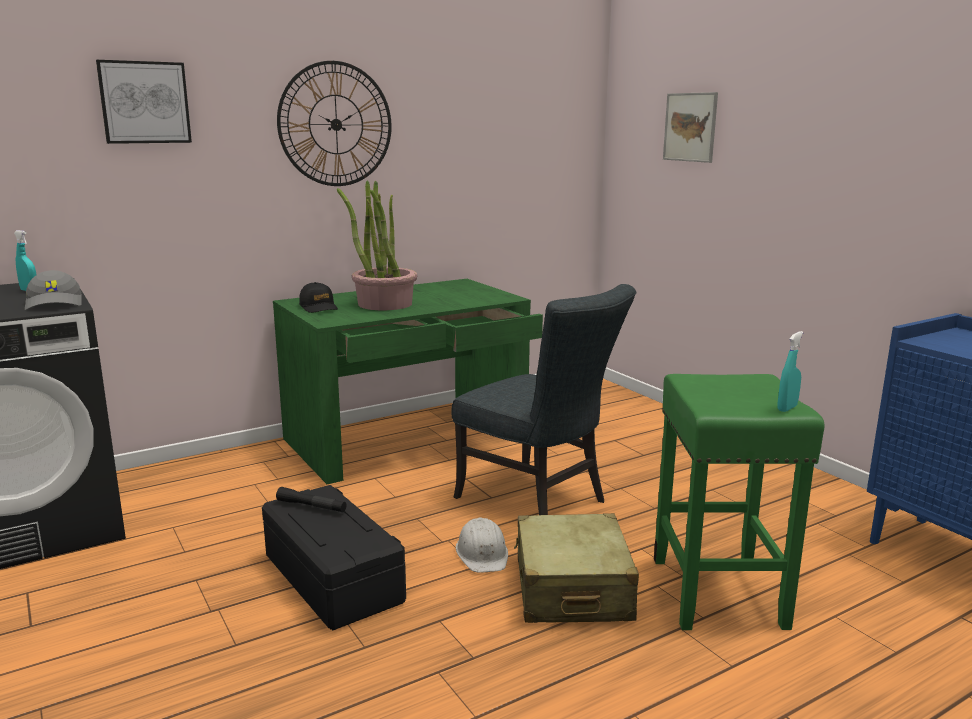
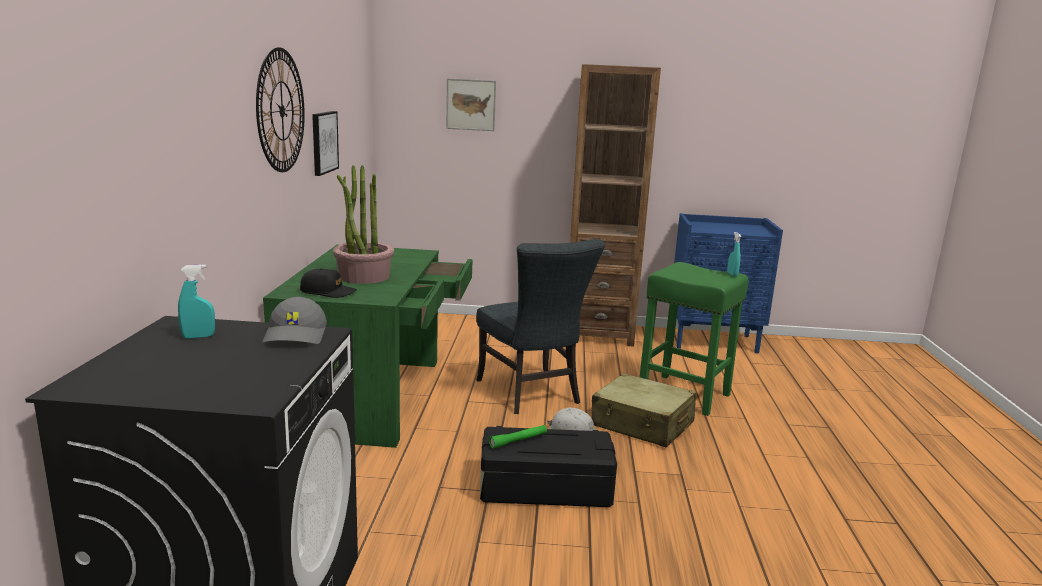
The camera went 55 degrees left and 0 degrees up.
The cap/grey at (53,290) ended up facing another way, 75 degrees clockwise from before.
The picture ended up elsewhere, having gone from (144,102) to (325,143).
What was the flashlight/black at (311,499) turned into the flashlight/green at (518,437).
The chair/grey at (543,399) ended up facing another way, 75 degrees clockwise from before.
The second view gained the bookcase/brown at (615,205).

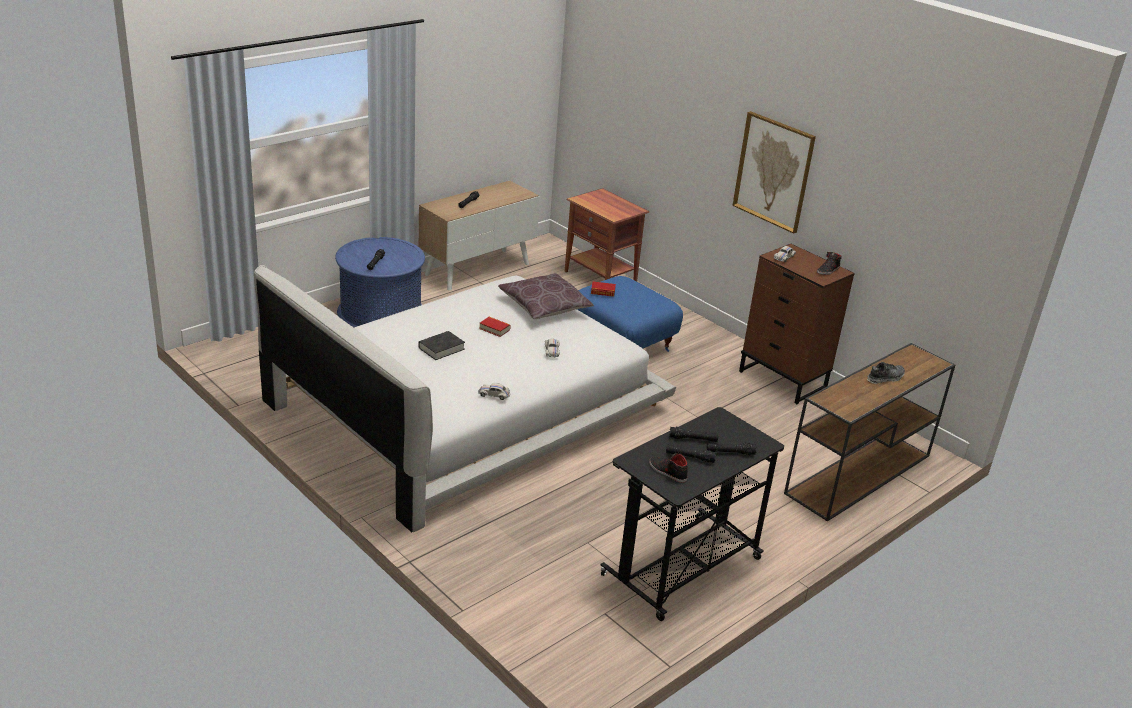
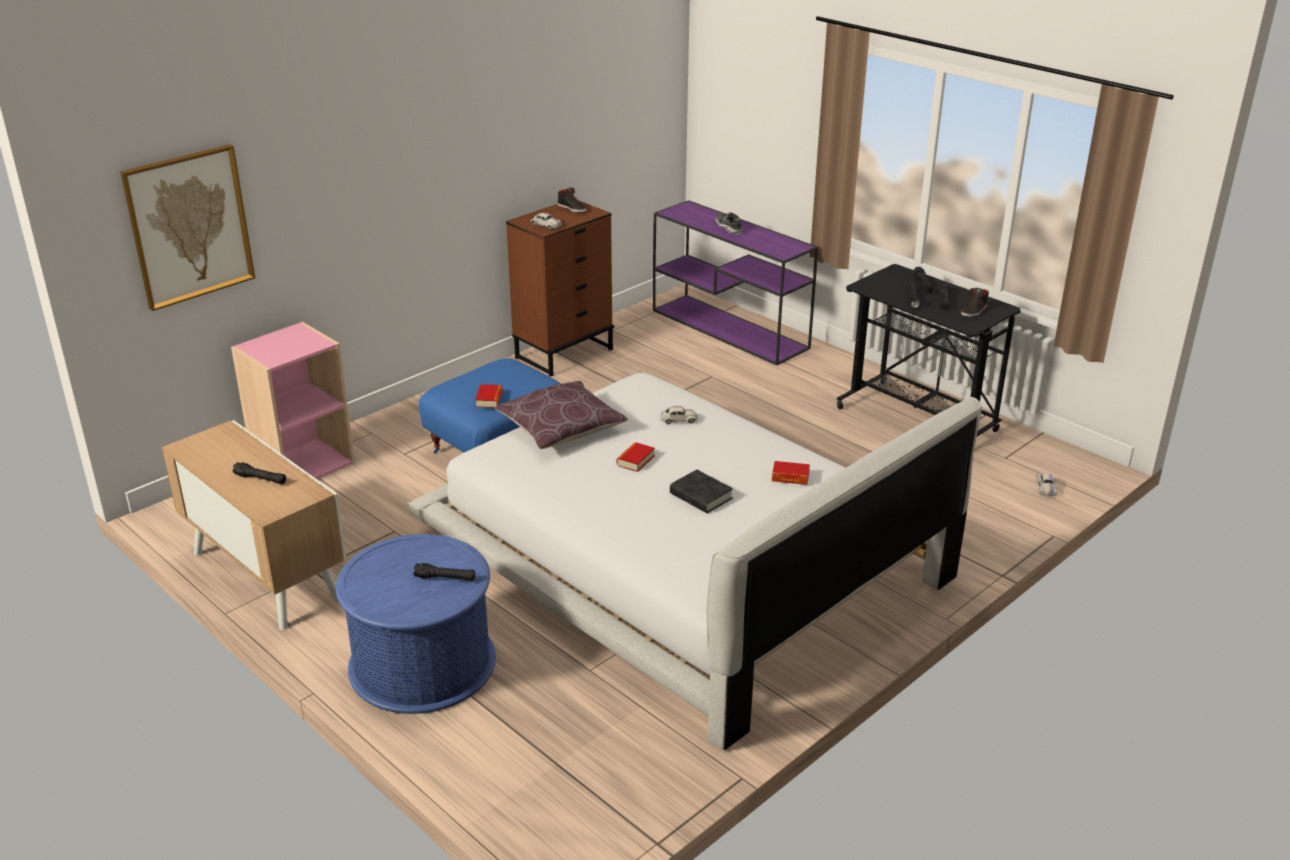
The camera went 90 degrees left and 0 degrees up.
The toy car/white ended up elsewhere, having gone from (494,391) to (1046,484).
Where the nightstand stood at (606,234), the bookcase/pink came to stand at (293,400).
The picture ended up elsewhere, having gone from (774,172) to (187,227).
What was the console table/brown at (869,432) turned into the console table/purple at (735,283).
The second view gained the book at (791,473).

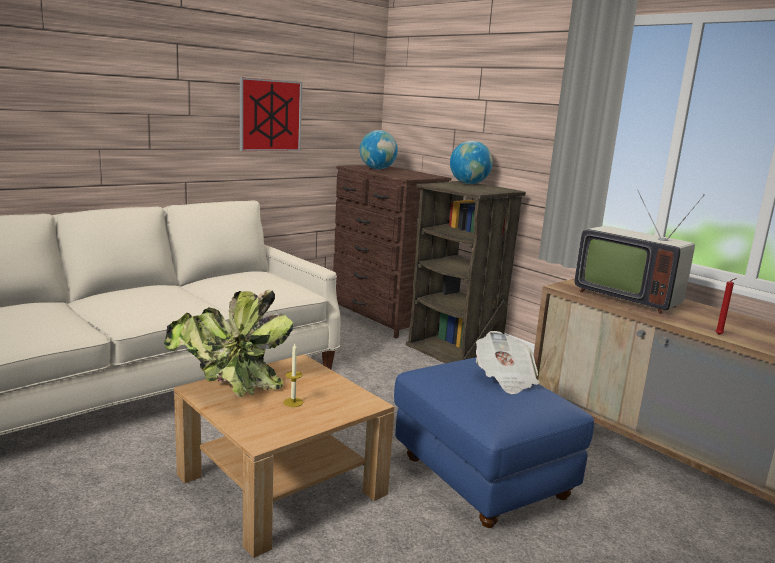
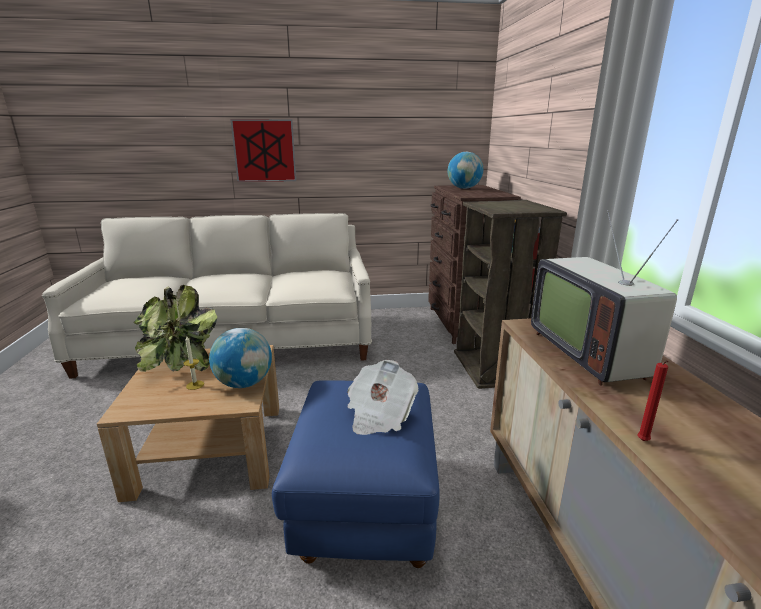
The camera went 35 degrees right and 5 degrees up.
The picture ended up elsewhere, having gone from (271,114) to (263,150).
The globe ended up elsewhere, having gone from (471,162) to (240,358).

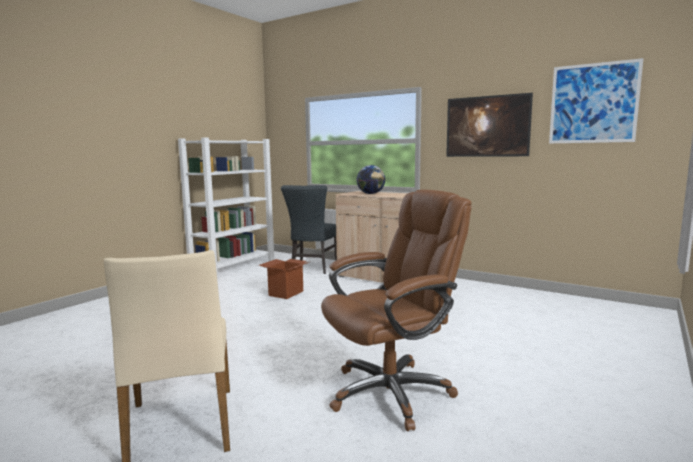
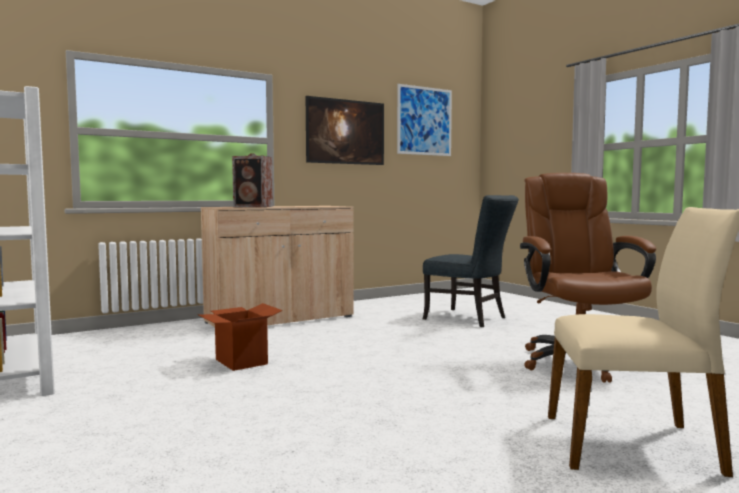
The camera went 65 degrees left and 5 degrees down.
The chair/grey ended up elsewhere, having gone from (309,229) to (471,261).
Where the globe stood at (371,179), the speaker came to stand at (252,180).

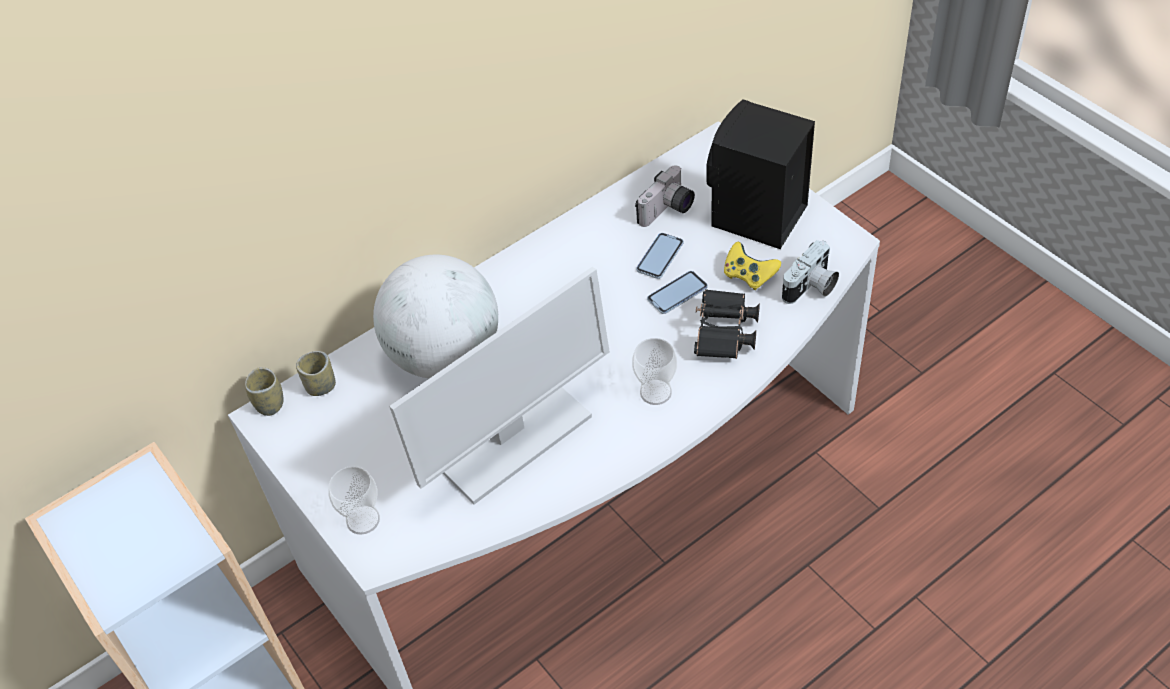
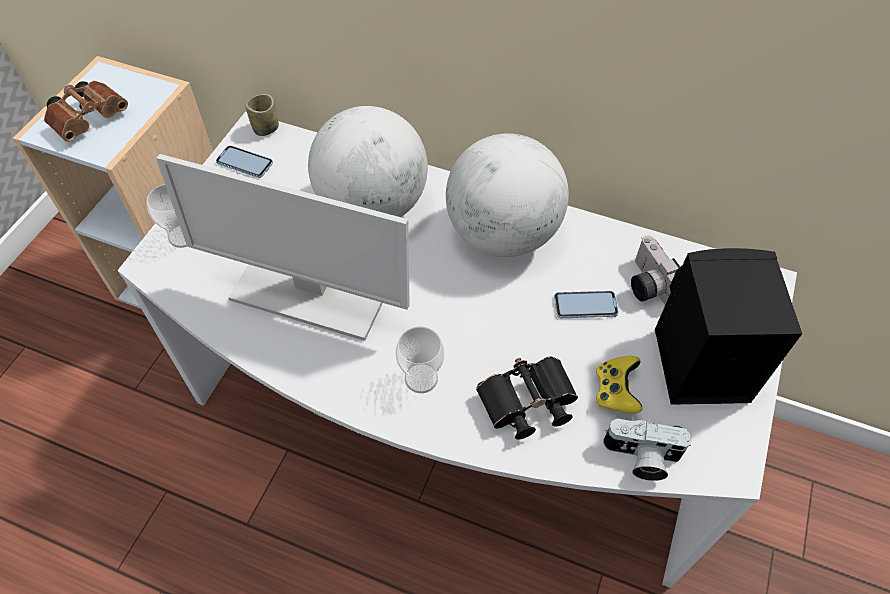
The camera went 55 degrees right and 5 degrees up.
The second view lost the cup at (316,373).
The photo camera at (665,196) ended up facing another way, 60 degrees clockwise from before.
The phone ended up elsewhere, having gone from (677,292) to (244,161).
The second view gained the binoculars/brown at (86,111).
The second view gained the globe at (507,195).

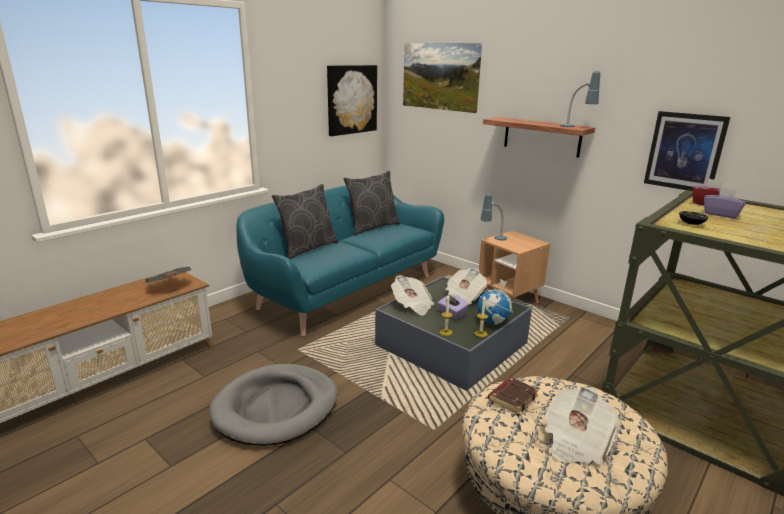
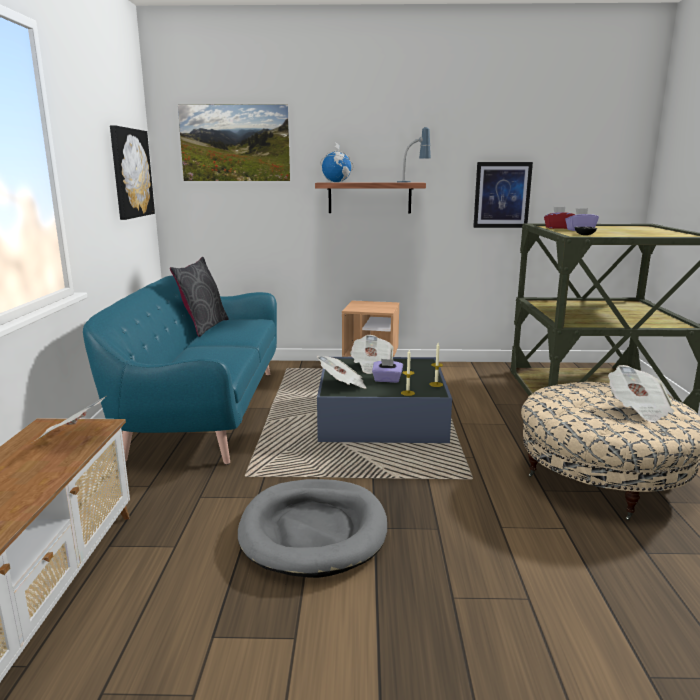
The camera went 40 degrees left and 5 degrees down.
The second view lost the pillow/grey at (305,221).
The globe ended up elsewhere, having gone from (495,302) to (337,162).
The second view lost the table lamp at (494,216).
The second view lost the book/brown at (513,395).

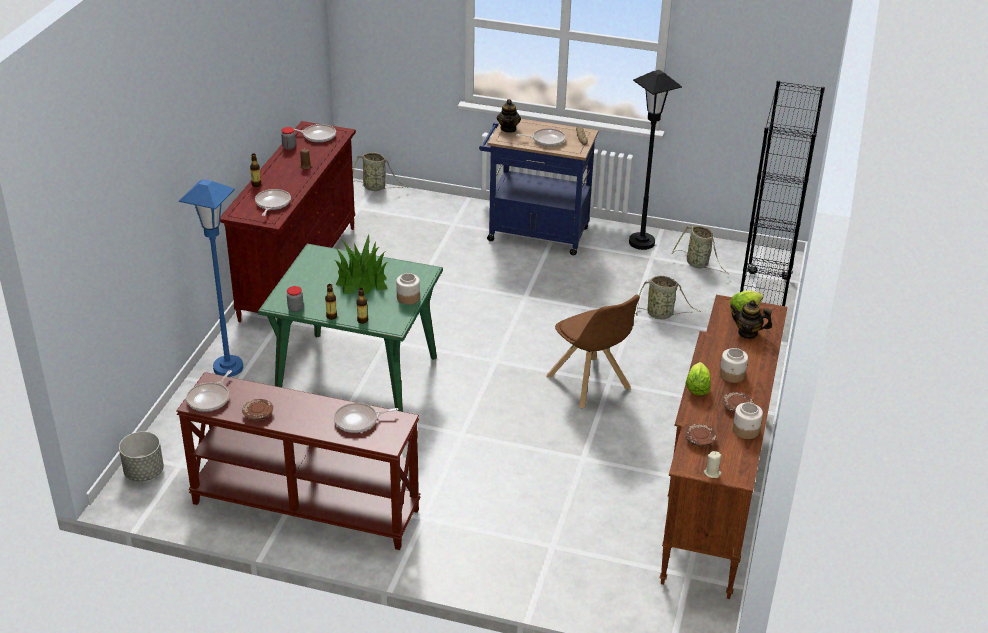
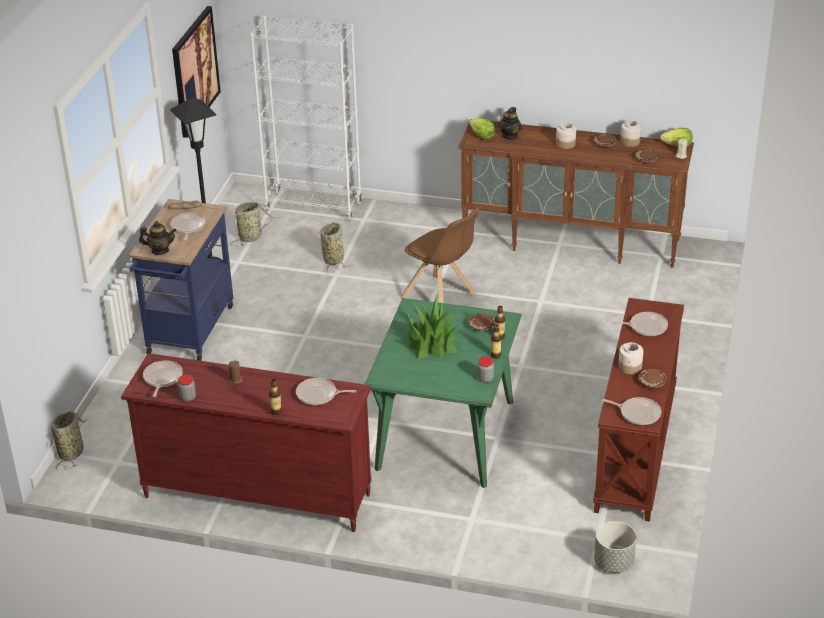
The camera went 90 degrees left and 0 degrees up.
The second view lost the floor lamp/blue at (211,278).
The frying pan at (366,418) ended up facing another way, 75 degrees counterclockwise from before.
The jar ended up elsewhere, having gone from (408,289) to (630,358).
The chair/brown at (593,352) ended up facing another way, 75 degrees clockwise from before.
The lettuce ended up elsewhere, having gone from (698,379) to (676,137).
What was the bookcase/black at (782,193) turned into the bookcase/white at (306,118).
The second view gained the picture at (196,72).
The second view gained the plate/brown at (481,322).

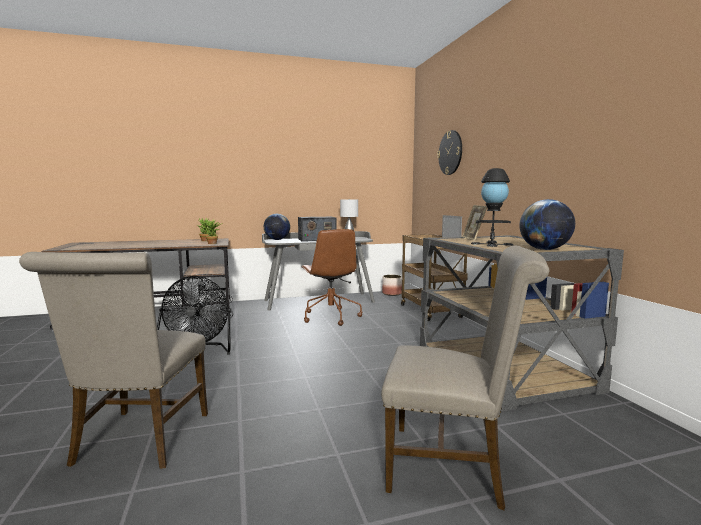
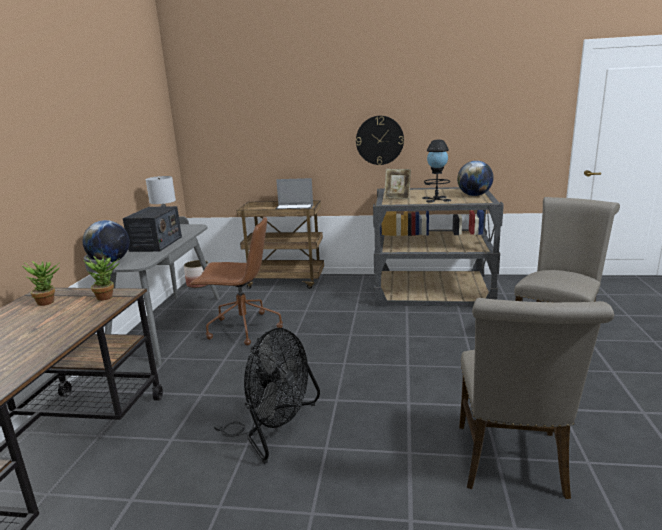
The camera went 65 degrees left and 10 degrees up.
The chair/beige at (113,360) ended up facing another way, 75 degrees clockwise from before.
The wall clock ended up elsewhere, having gone from (449,152) to (380,140).

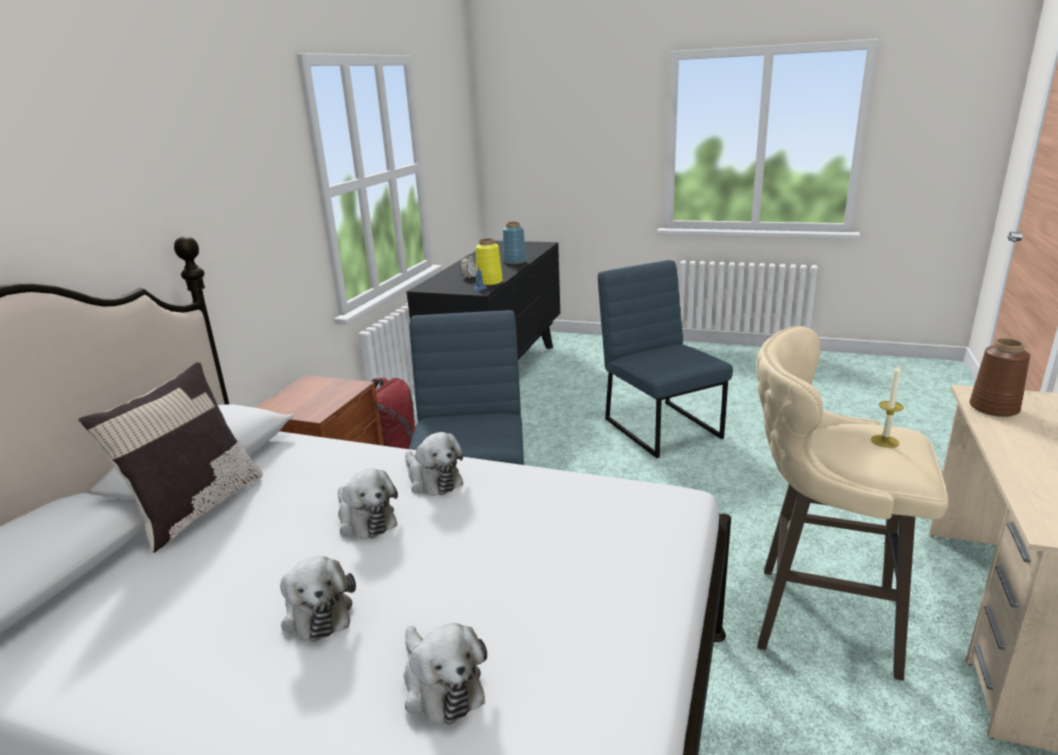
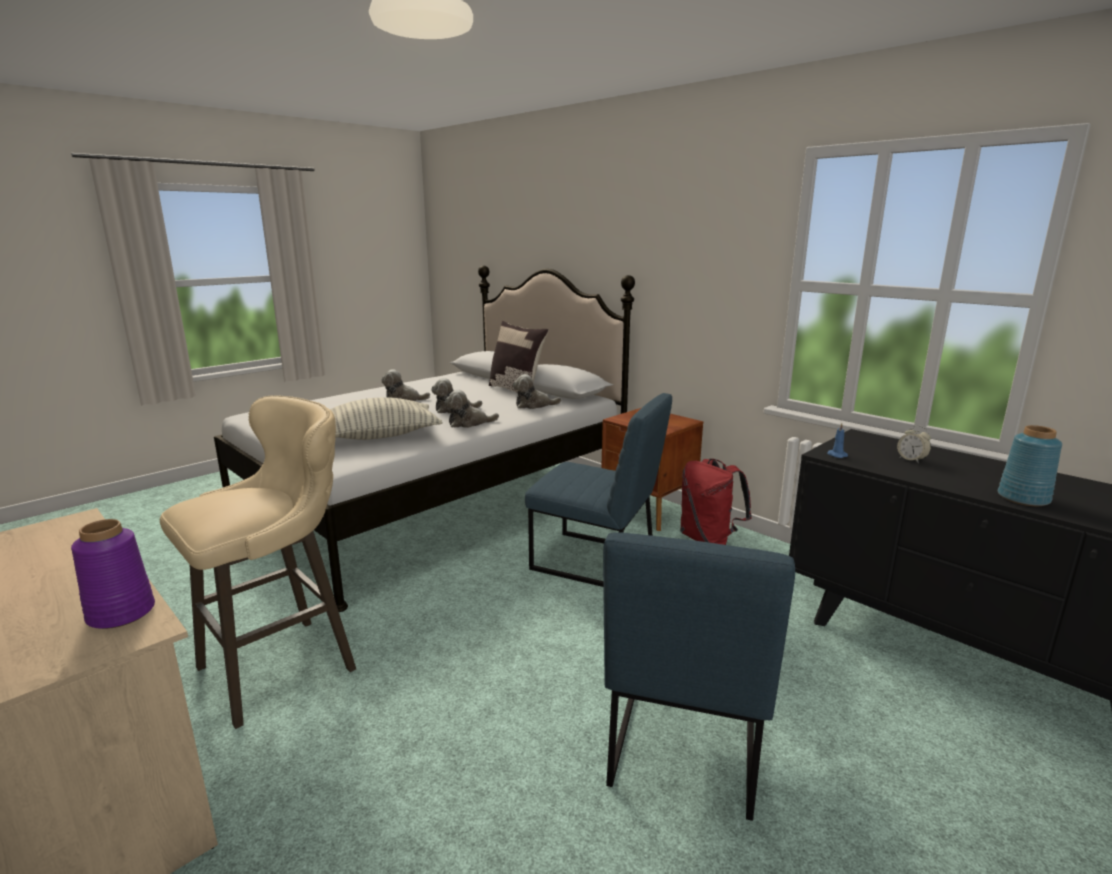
The camera went 115 degrees right and 5 degrees down.
The plush toy ended up elsewhere, having gone from (445,674) to (537,391).
The second view lost the vase/yellow at (489,262).
The chair/blue at (665,359) ended up facing another way, 105 degrees clockwise from before.
The second view lost the candle at (887,406).
What was the vase/brown at (999,377) turned into the vase/purple at (113,574).
The second view gained the pillow at (386,418).

